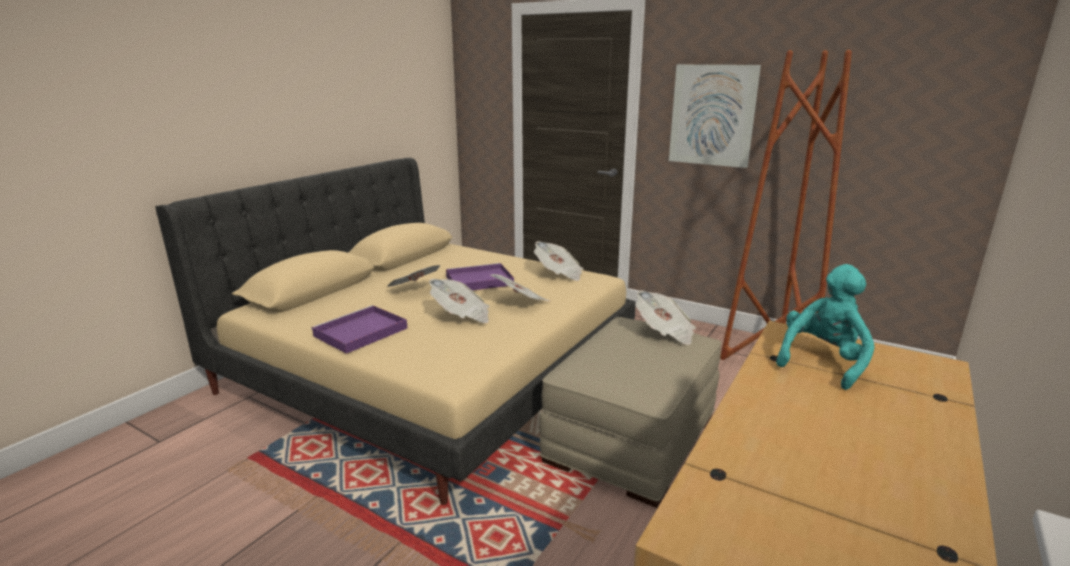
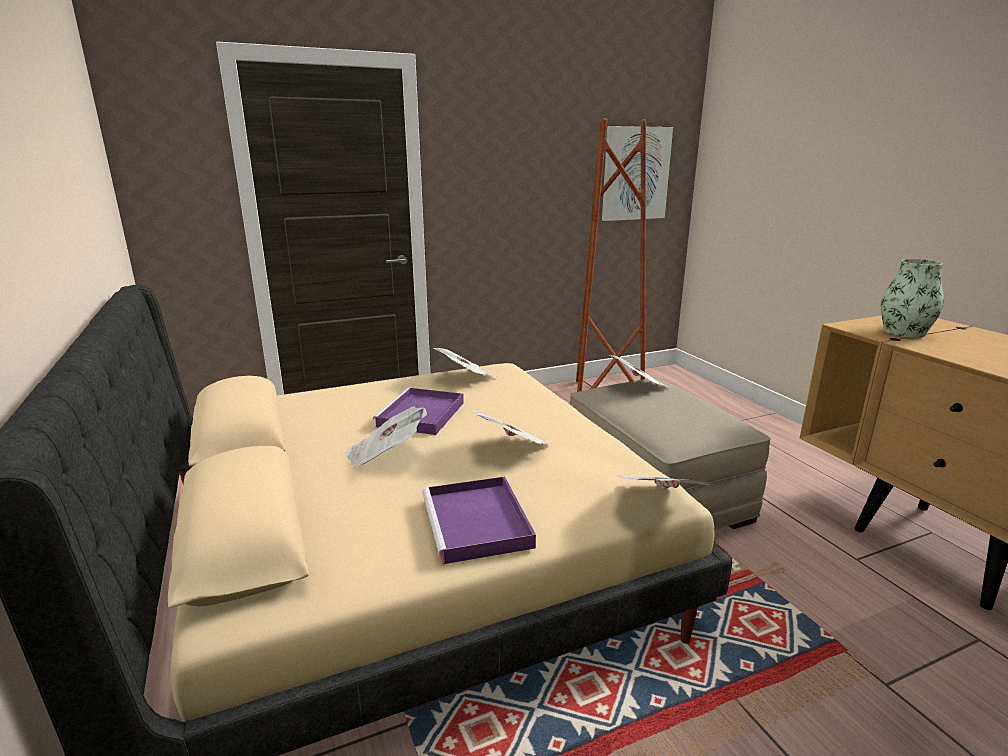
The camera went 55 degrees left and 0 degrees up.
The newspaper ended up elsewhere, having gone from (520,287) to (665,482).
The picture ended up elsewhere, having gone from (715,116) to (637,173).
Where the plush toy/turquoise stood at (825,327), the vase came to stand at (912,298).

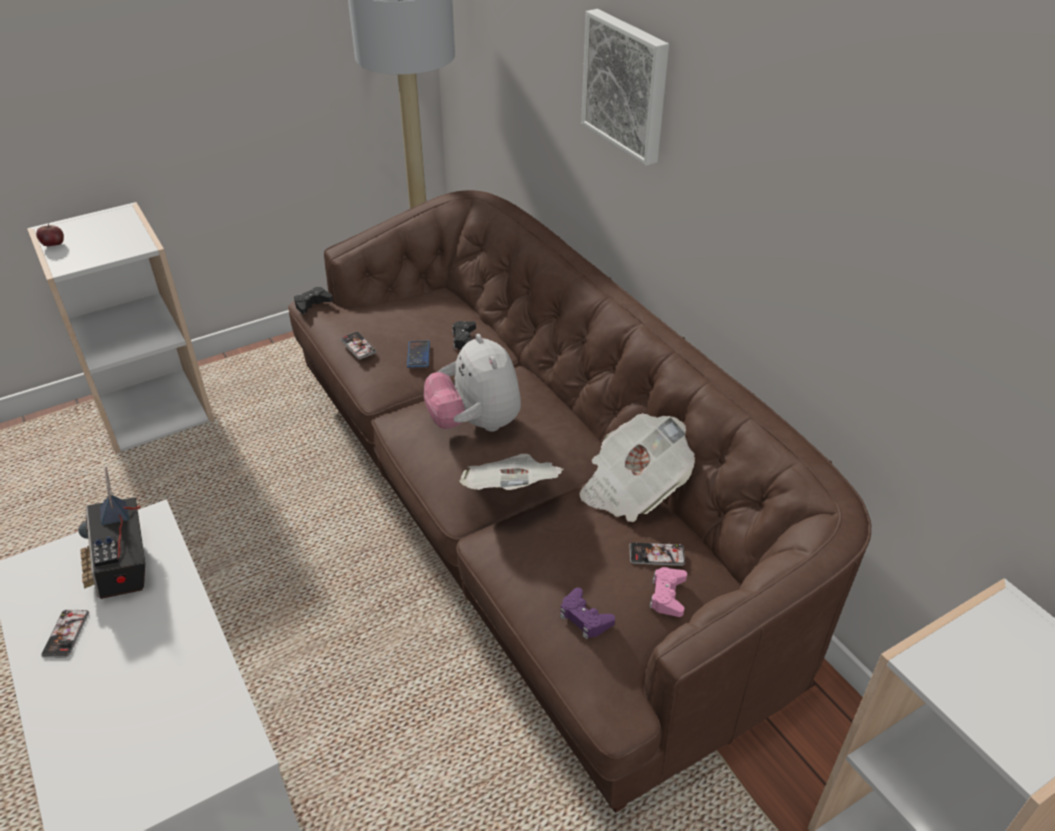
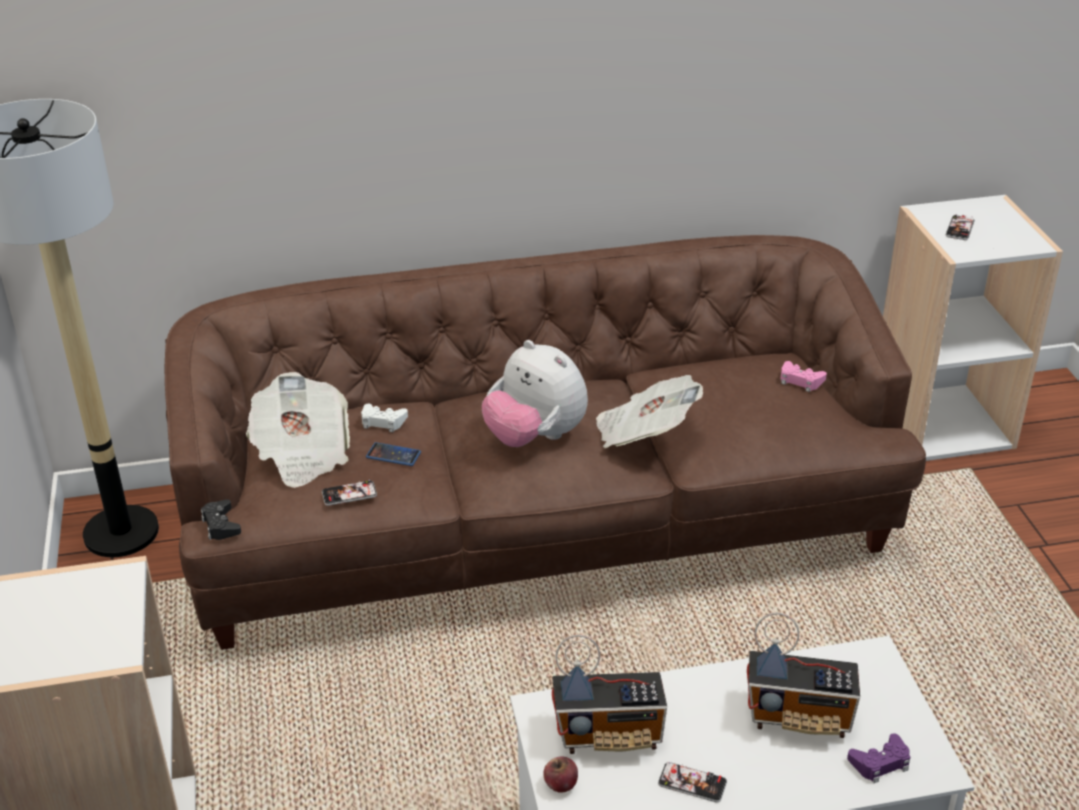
The camera went 70 degrees left and 5 degrees down.
The apple ended up elsewhere, having gone from (50,235) to (560,774).
The plush toy at (472,383) ended up facing another way, 45 degrees clockwise from before.
What was the game controller/black at (464,335) turned into the game controller/white at (384,418).
The game controller/purple ended up elsewhere, having gone from (587,613) to (878,758).
The newspaper ended up elsewhere, having gone from (637,467) to (298,430).
The second view lost the picture at (625,87).
The phone ended up elsewhere, having gone from (657,554) to (960,227).
The second view gained the radio at (803,675).

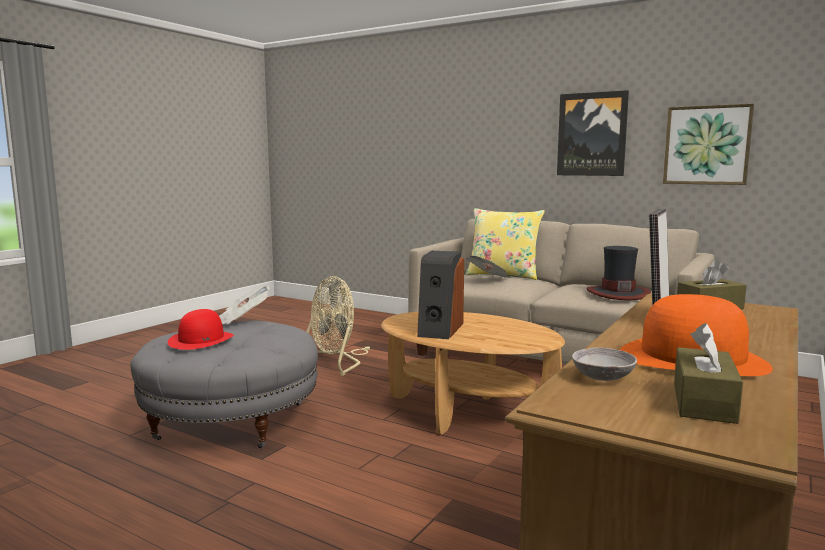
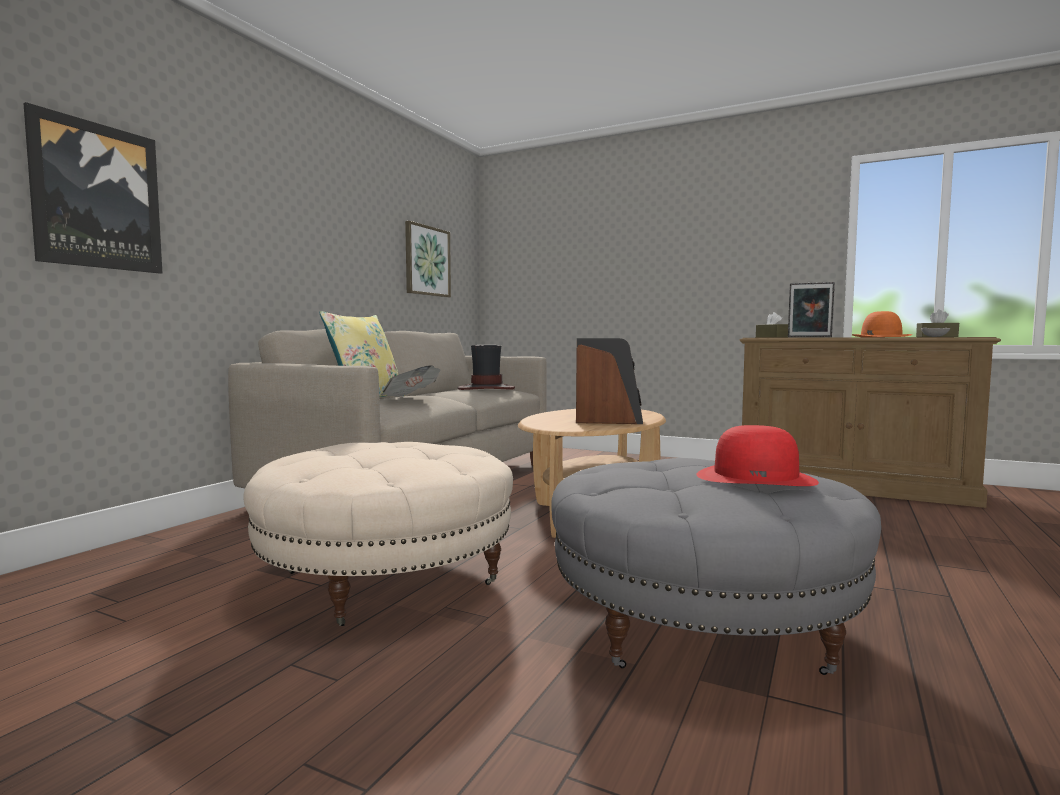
The camera went 95 degrees left and 5 degrees down.
The second view lost the newspaper at (244,305).
Where the fan/beige stood at (338,326), the ottoman/beige came to stand at (378,534).
The picture ended up elsewhere, having gone from (593,133) to (92,188).

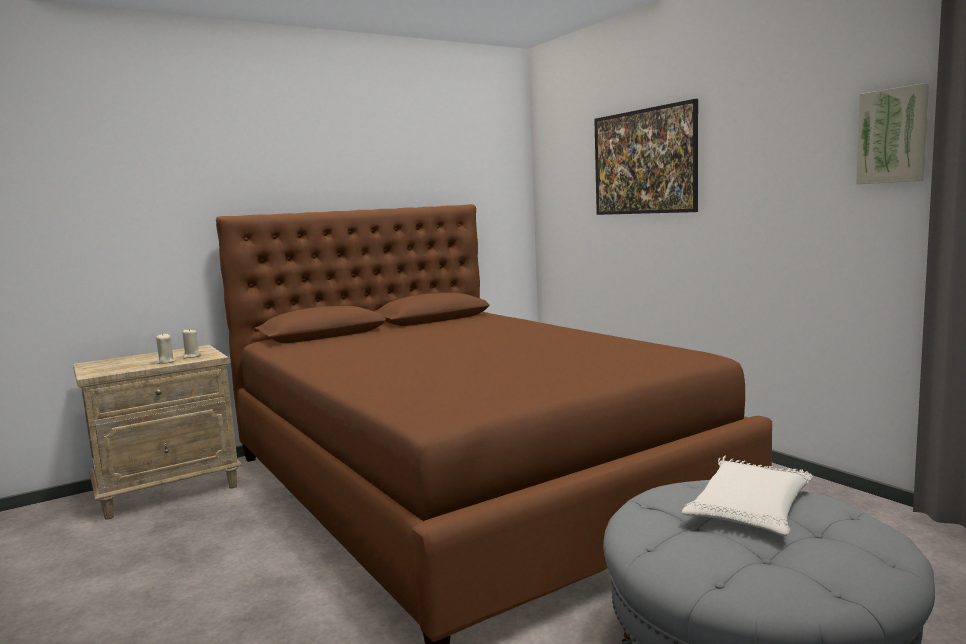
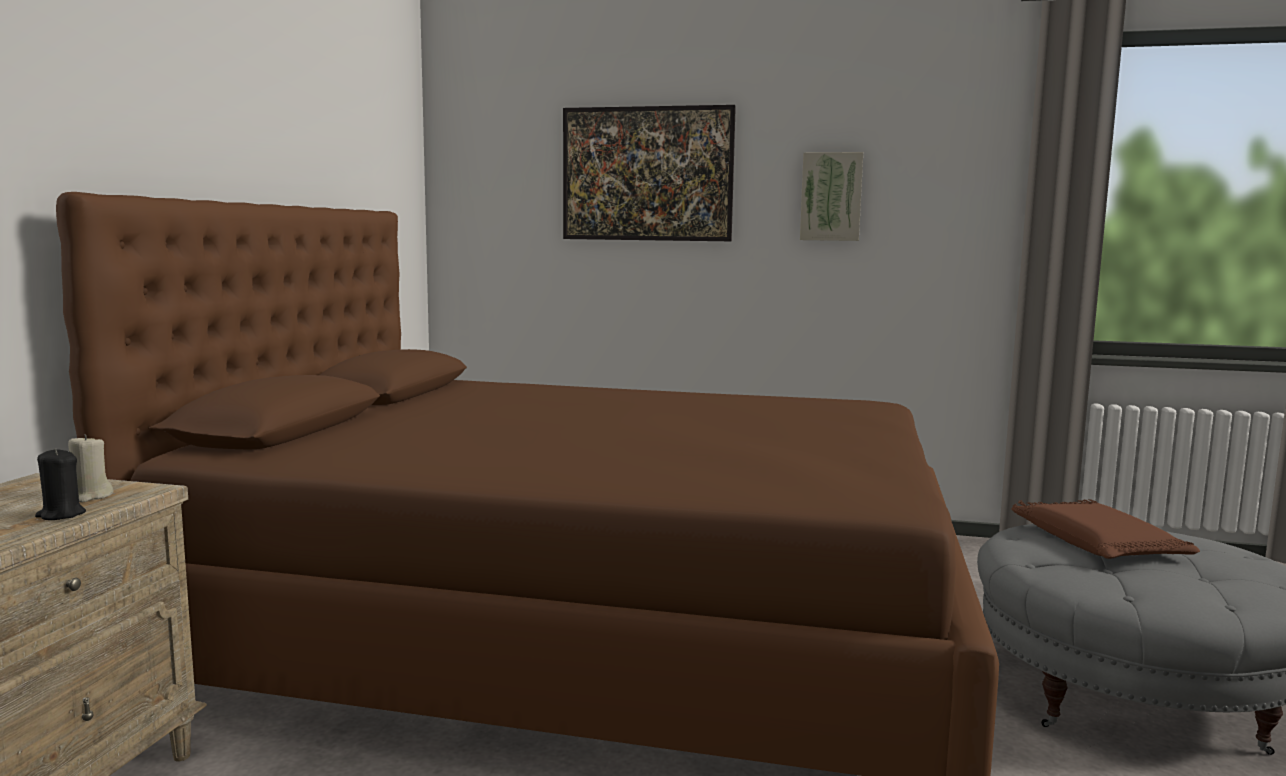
The camera went 45 degrees left and 0 degrees up.
What was the candle/beige at (165,348) turned into the candle/black at (60,484).
What was the pillow/white at (747,495) turned into the pillow/brown at (1105,529).
The picture ended up elsewhere, having gone from (892,133) to (831,196).

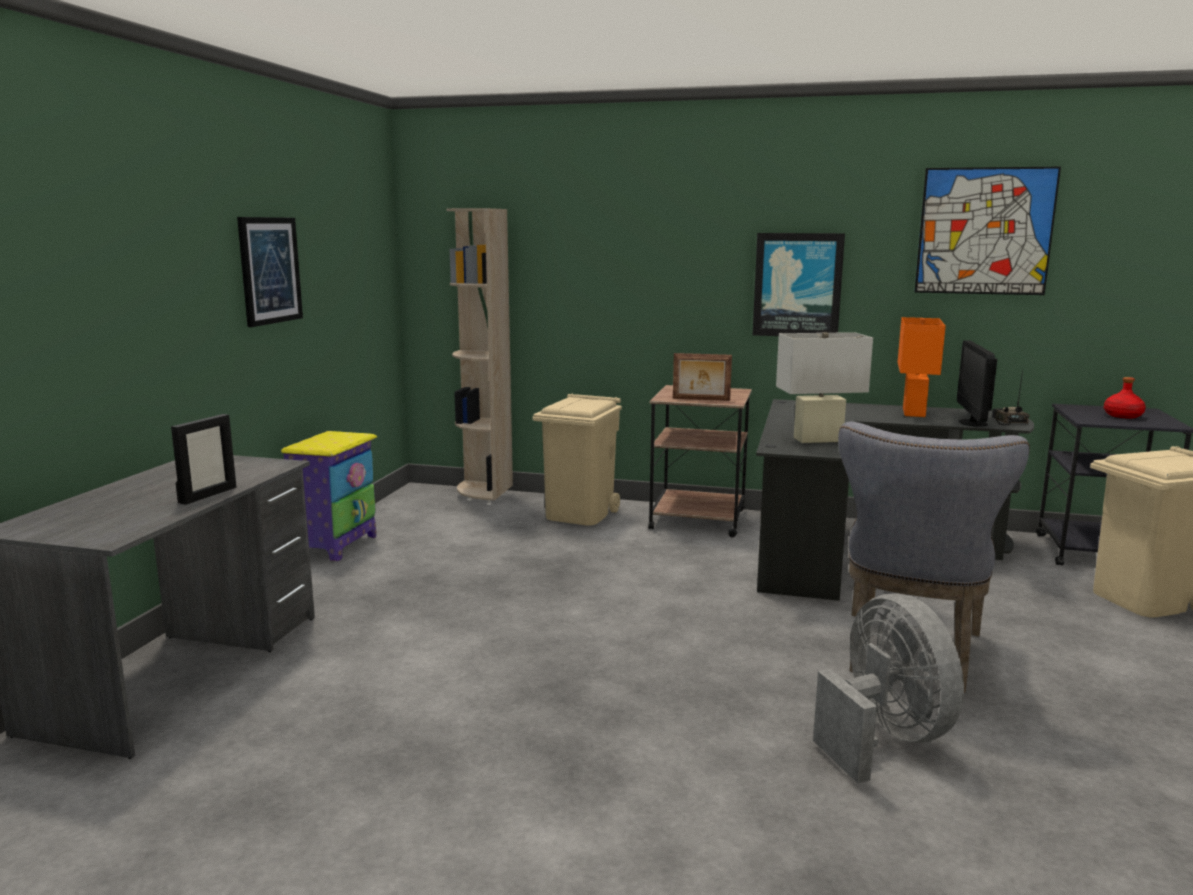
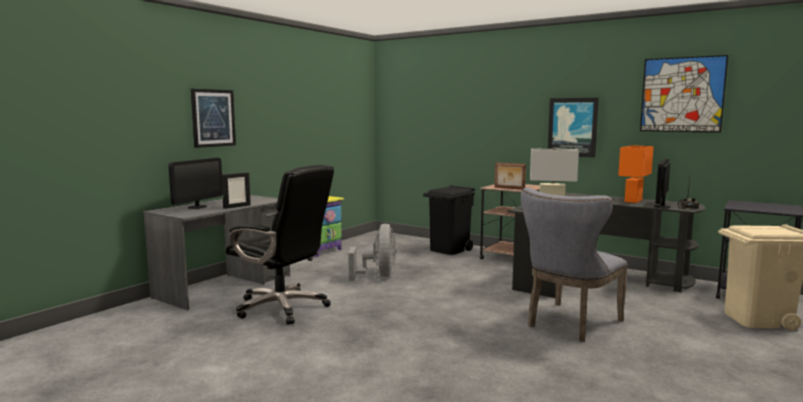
The camera went 20 degrees right and 5 degrees down.
The picture ended up elsewhere, having gone from (270,272) to (213,118).
The second view lost the bookcase/beige at (480,356).
What was the trash can/beige at (577,459) turned into the trash can/black at (449,220).
The fan/grey ended up elsewhere, having gone from (888,688) to (372,252).
The second view lost the bottle/red at (1125,398).
The second view gained the monitor at (195,183).
The second view gained the office chair/black at (280,245).

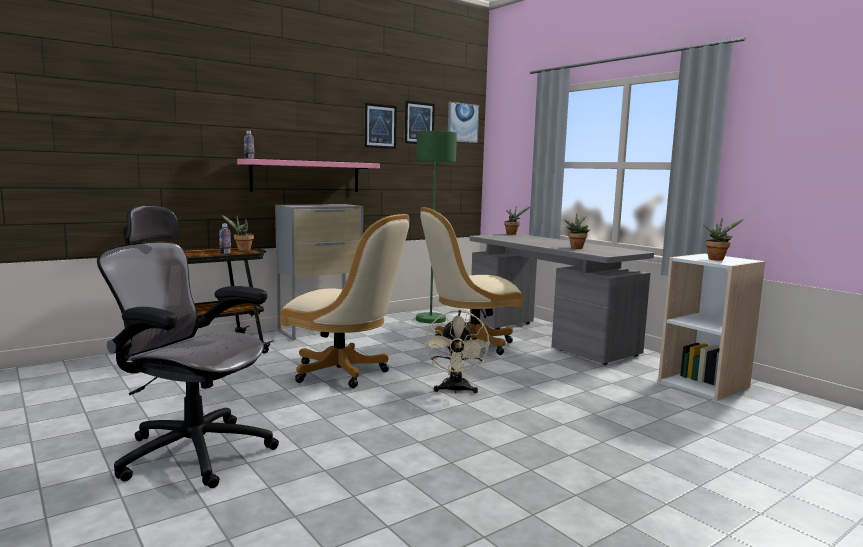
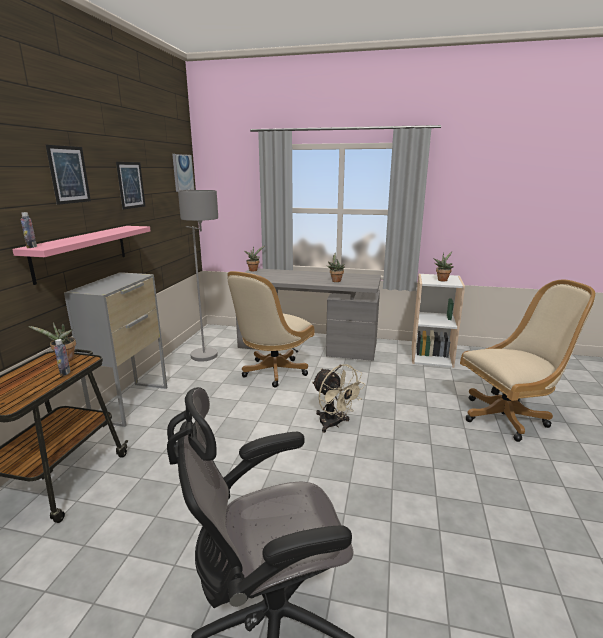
The camera went 40 degrees left and 10 degrees up.
The office chair/beige ended up elsewhere, having gone from (344,301) to (527,361).
The picture ended up elsewhere, having gone from (420,122) to (68,175).
What was the floor lamp/green at (436,227) turned into the floor lamp/grey at (198,276).

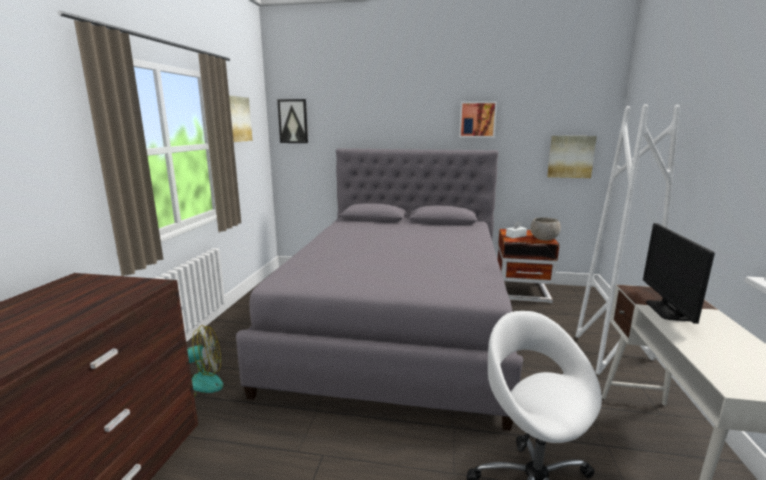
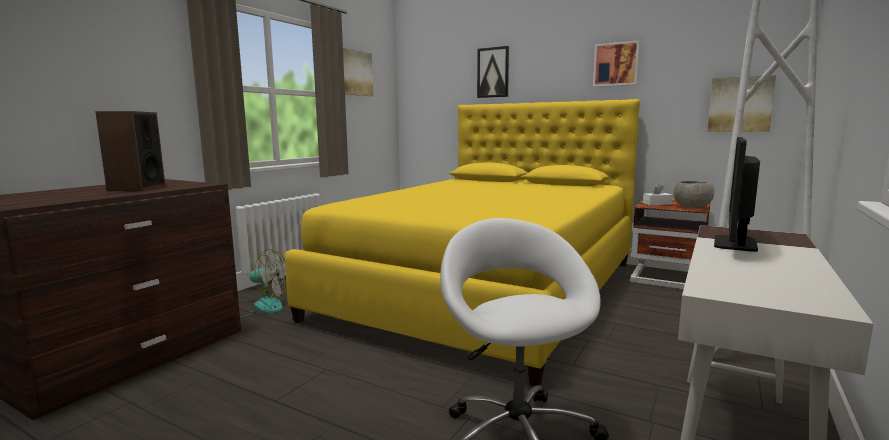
The camera went 20 degrees right and 5 degrees down.
What was the bed/grey at (379,289) turned into the bed/yellow at (462,242).
The picture ended up elsewhere, having gone from (292,121) to (493,72).
The second view gained the speaker at (130,151).

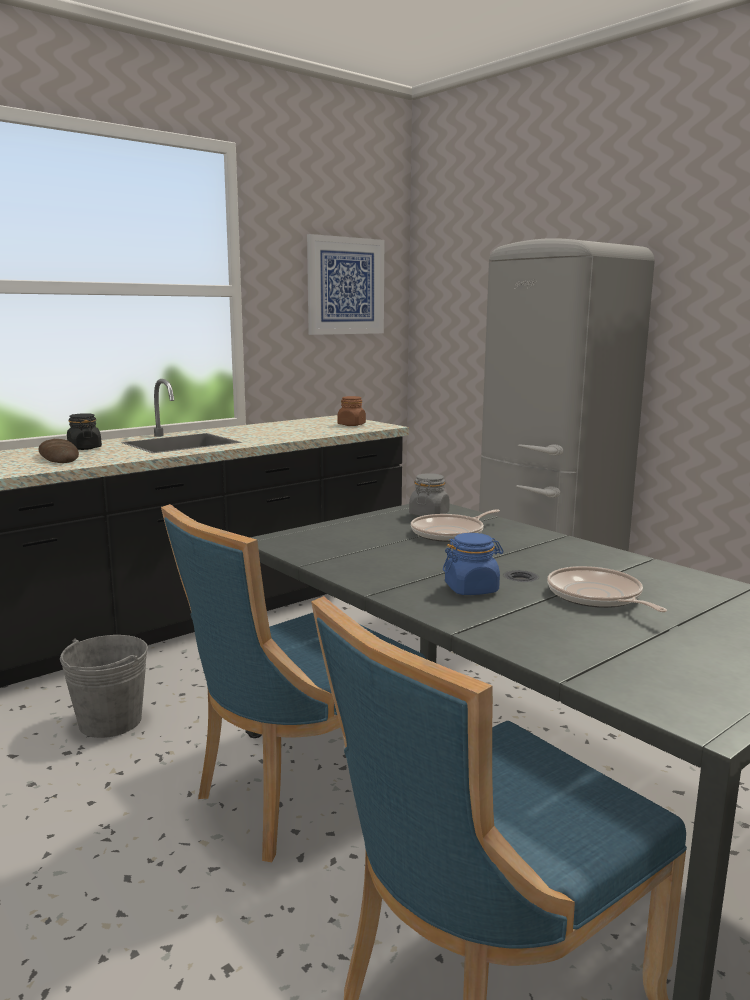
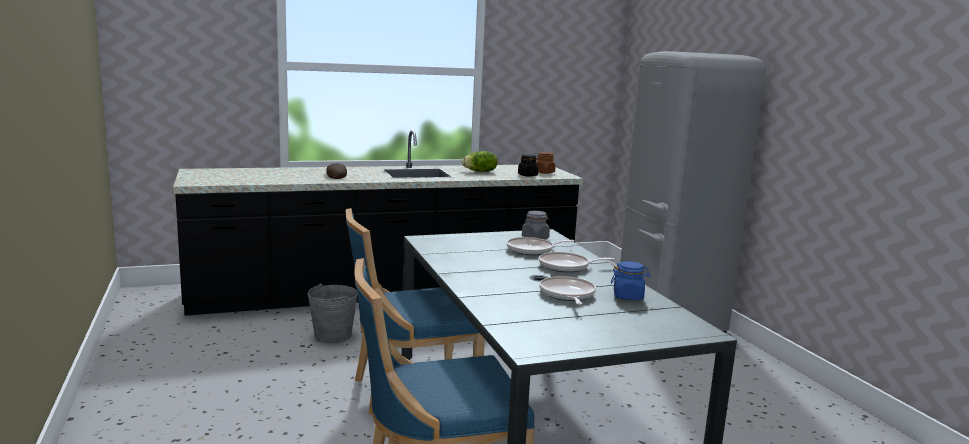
The camera went 20 degrees right and 0 degrees up.
The jar/black ended up elsewhere, having gone from (84,431) to (528,165).
The second view lost the picture at (345,284).
The jar/blue ended up elsewhere, having gone from (473,564) to (630,280).
The second view gained the lettuce at (480,161).
The second view gained the frying pan at (576,262).

